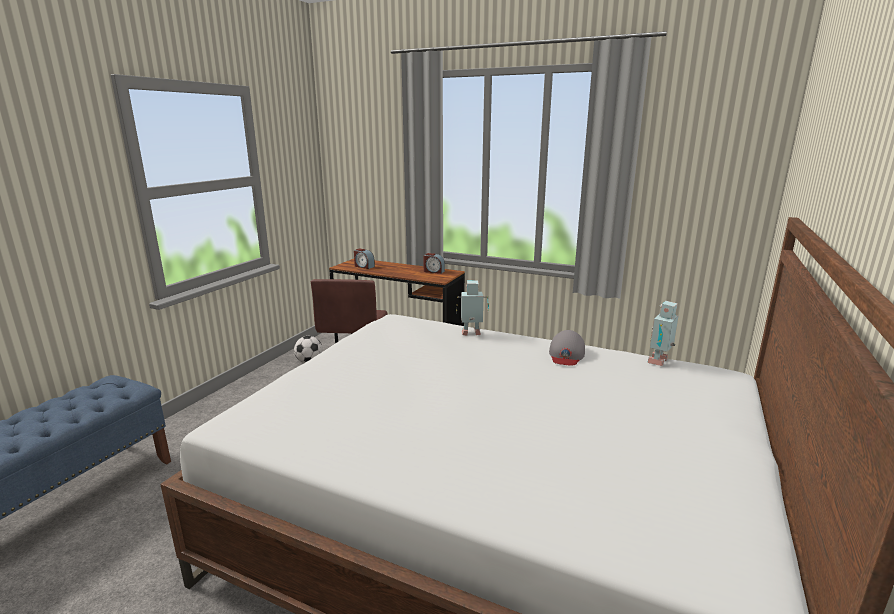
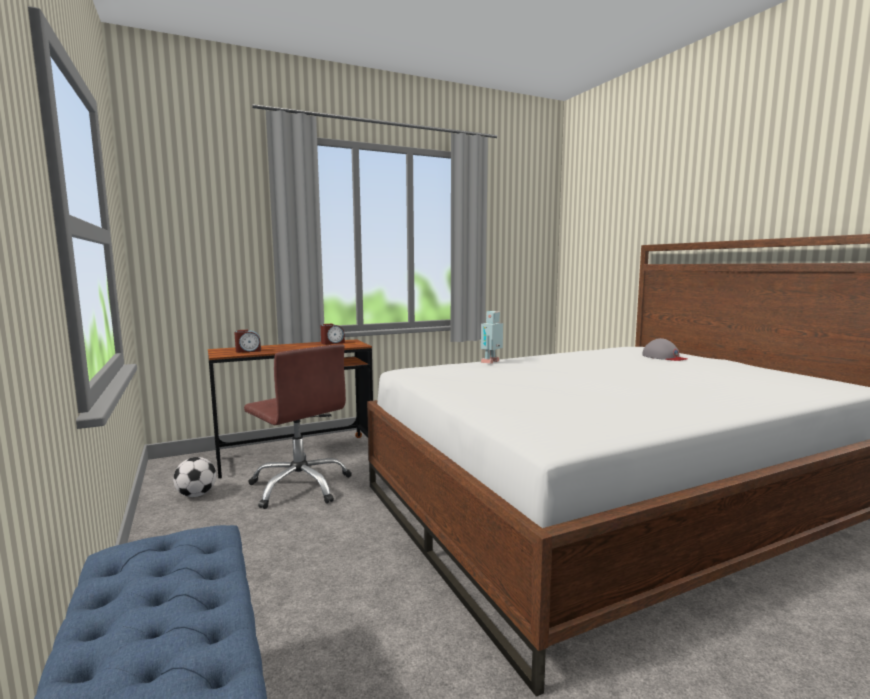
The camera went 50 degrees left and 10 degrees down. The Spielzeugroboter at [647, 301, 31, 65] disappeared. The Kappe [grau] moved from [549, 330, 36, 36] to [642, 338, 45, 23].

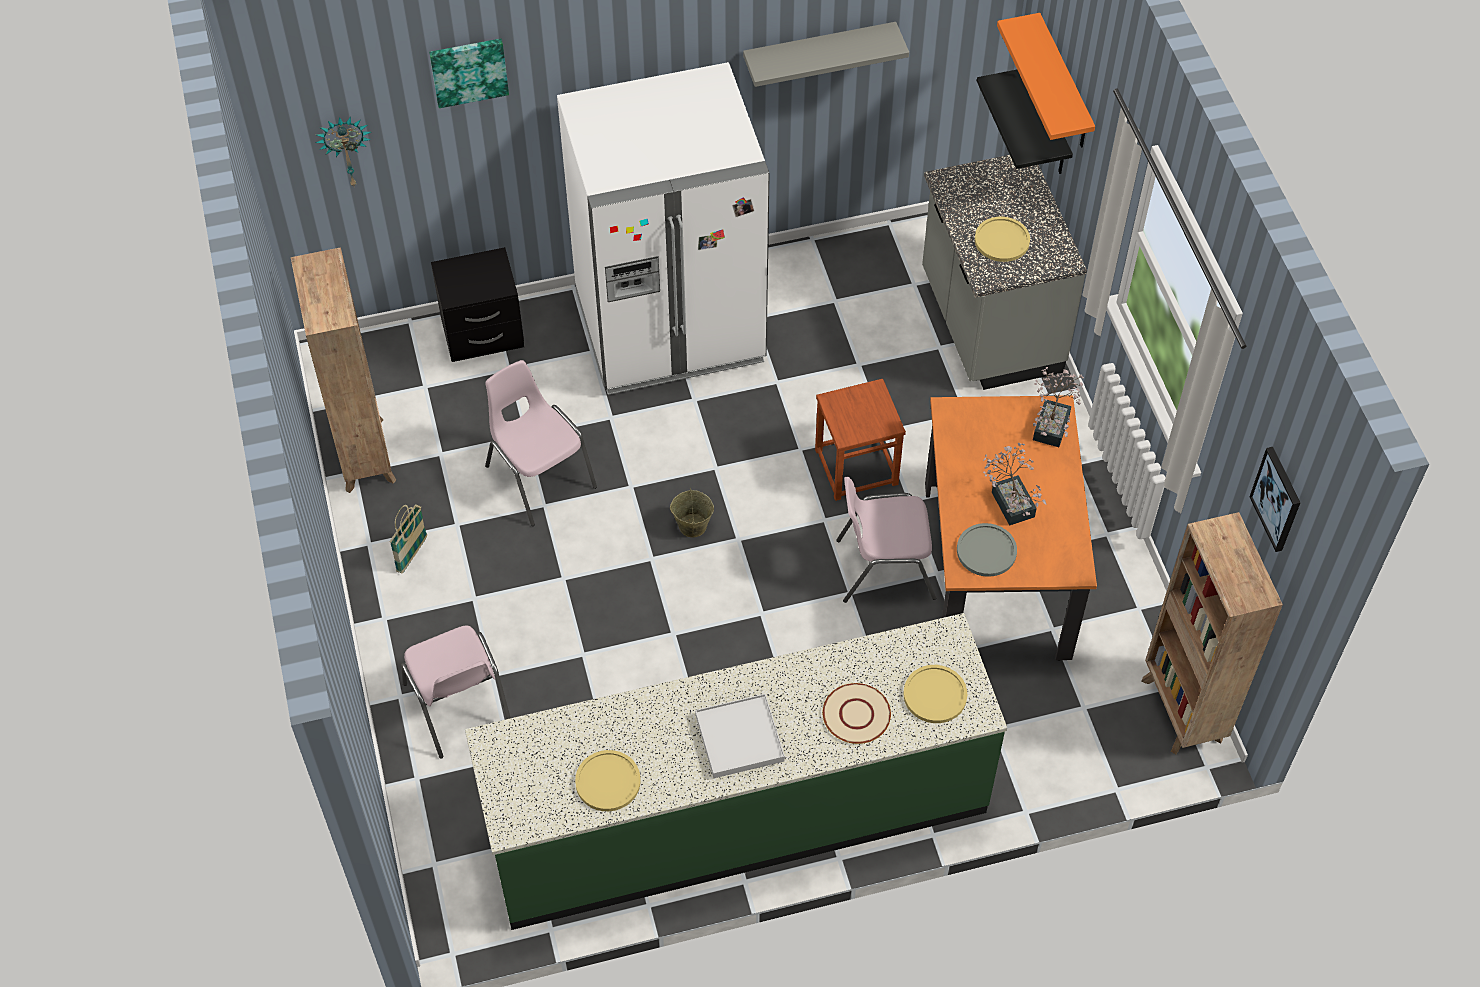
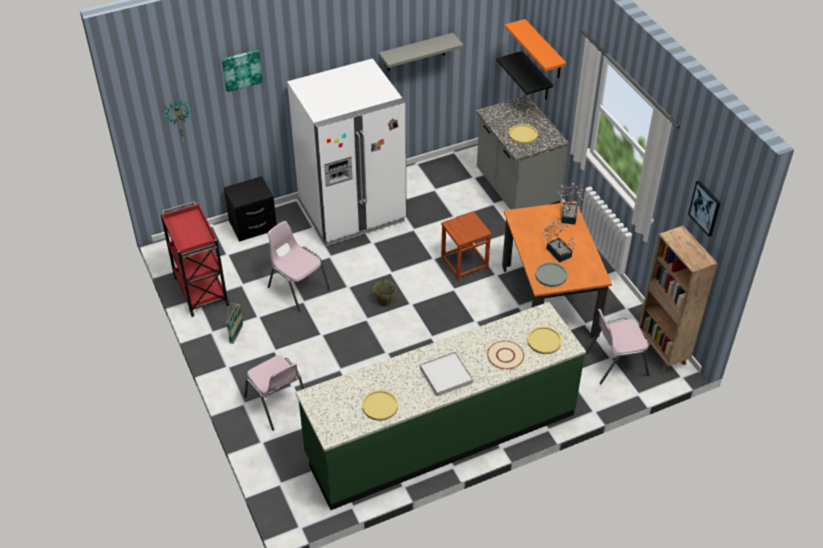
The camera went 10 degrees left and 10 degrees down. The Bücherregal [braun] at [291, 247, 105, 246] was replaced by the Rollwagen [rot] at [161, 201, 68, 116]. The Stuhl [rosa] moved from [836, 477, 100, 126] to [586, 309, 63, 75].

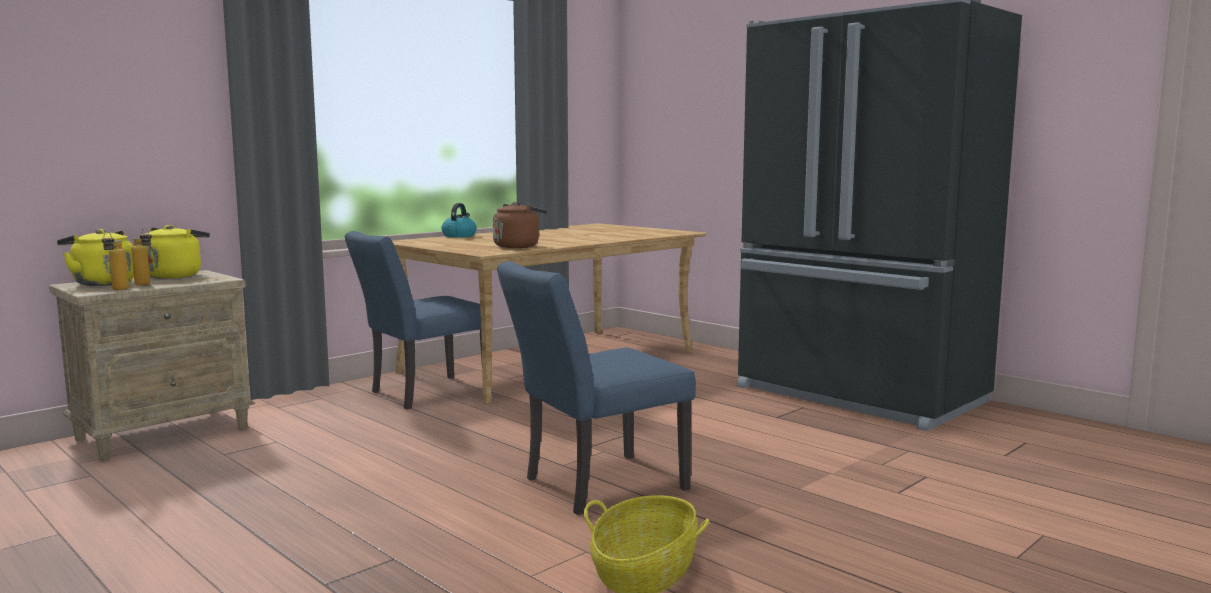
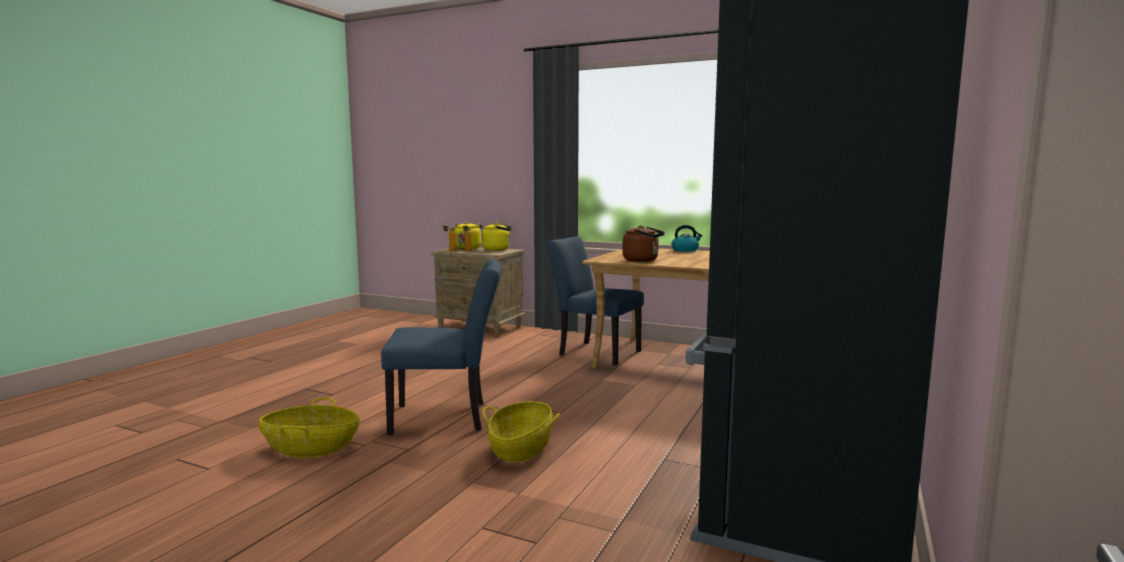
The camera went 70 degrees right and 0 degrees up. The Stuhl [blau] at [497, 261, 199, 254] turned 135 degrees clockwise. The Korb at [482, 402, 78, 60] appeared.

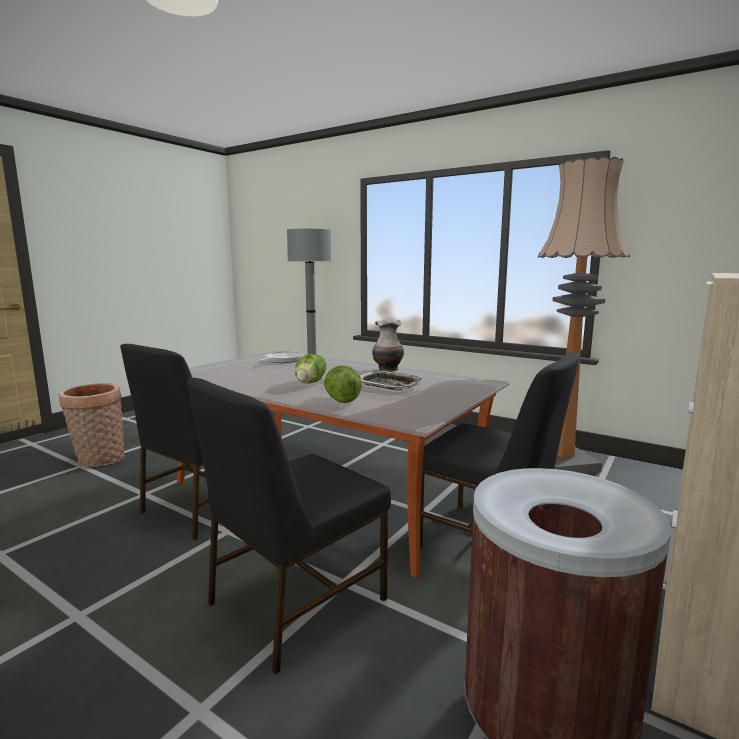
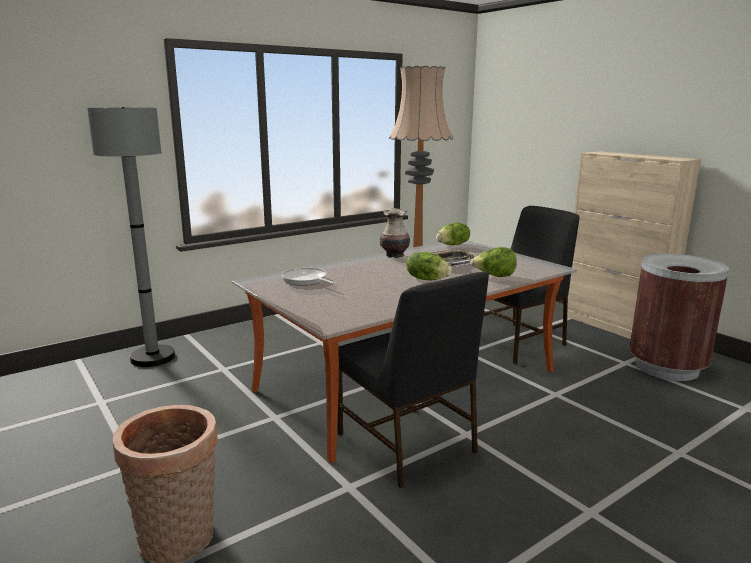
The camera went 70 degrees left and 5 degrees up. The Stuhl [schwarz] at [187, 378, 204, 296] disappeared. The Salatkopf at [436, 223, 34, 22] appeared.

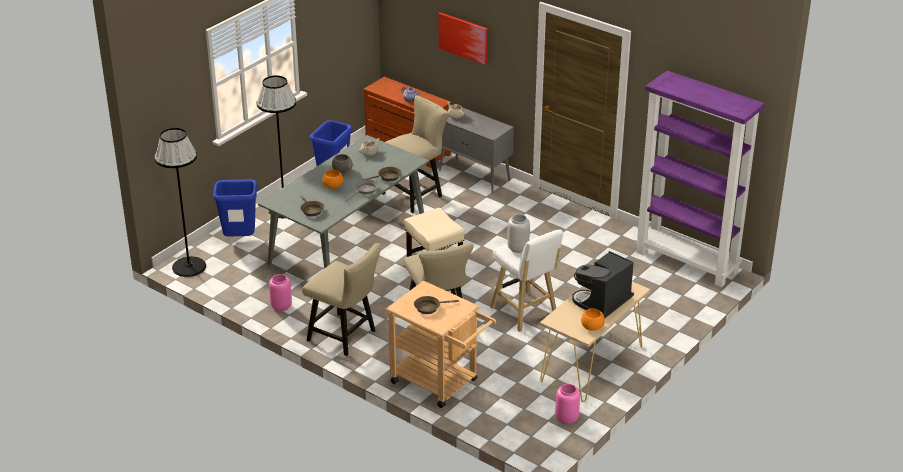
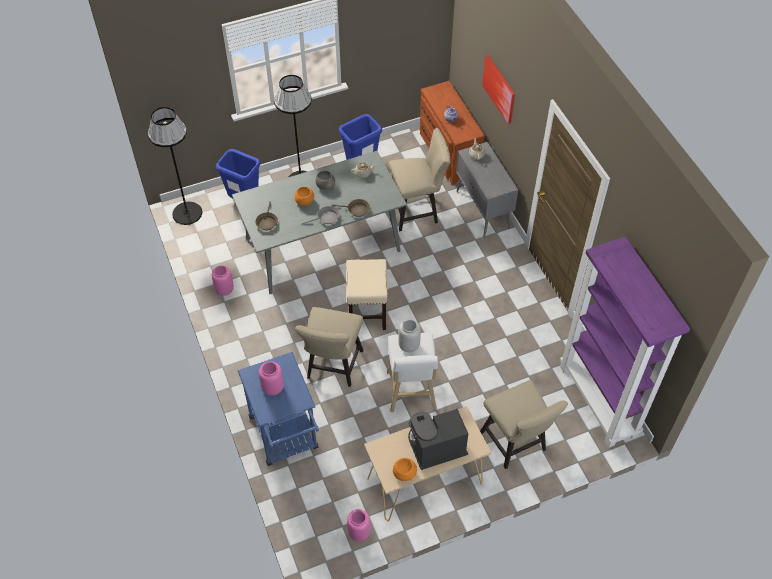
The camera went 30 degrees right and 20 degrees up. The Stuhl [beige] moved from [302, 243, 79, 113] to [480, 380, 88, 89]. The Rollwagen [beige] at [385, 280, 111, 128] became the Rollwagen [blau] at [238, 352, 81, 114]. The Pfanne [braun] at [414, 296, 45, 18] was replaced by the Vase [rosa] at [259, 361, 25, 34].

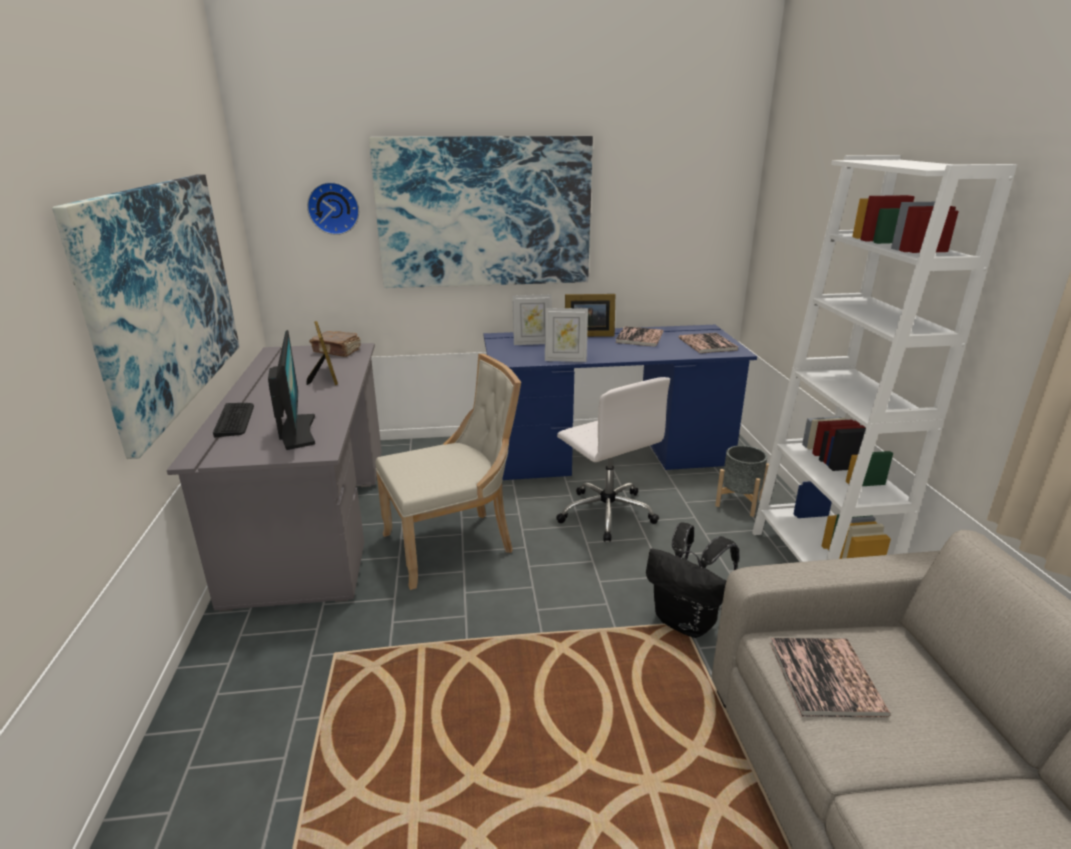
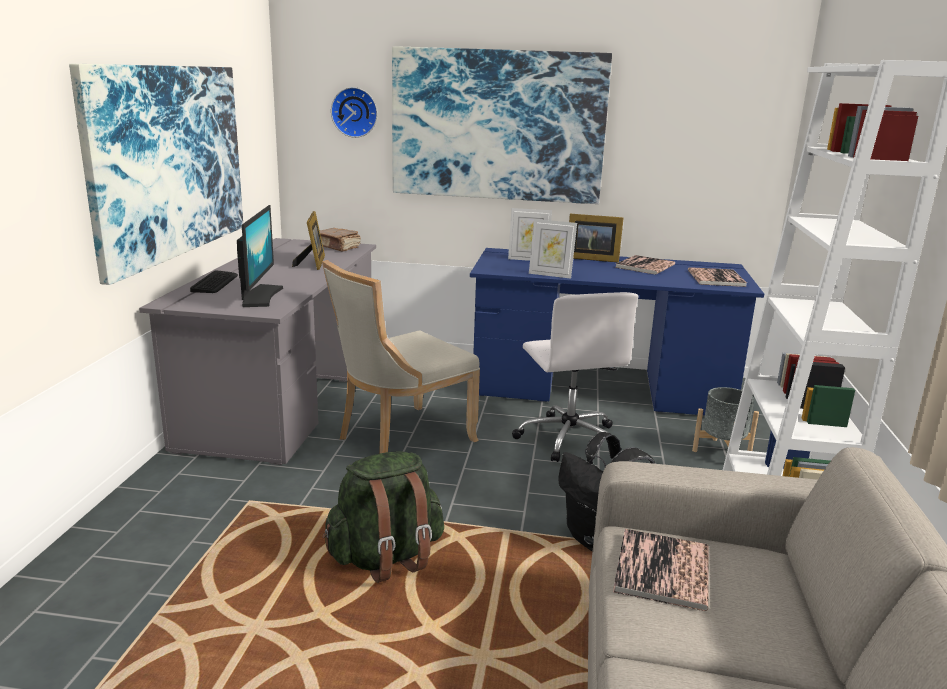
The camera went 15 degrees right and 5 degrees down. The Stuhl [beige] at [376, 354, 145, 236] turned 150 degrees clockwise. The Rucksack [grün] at [322, 451, 122, 132] appeared.

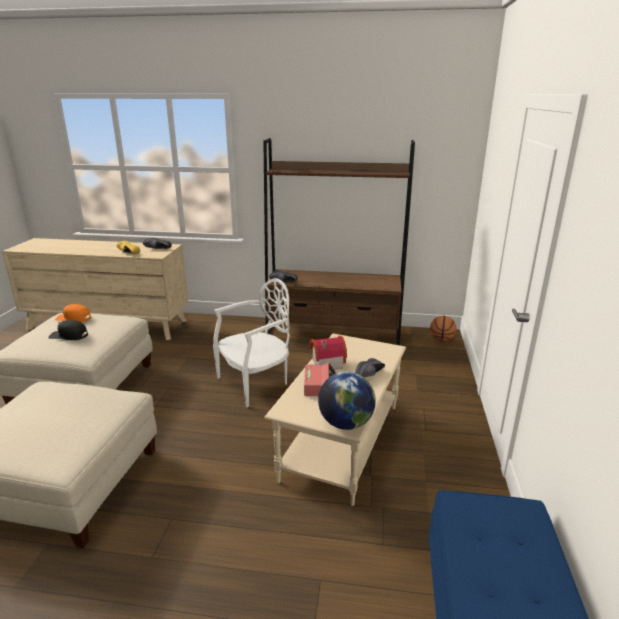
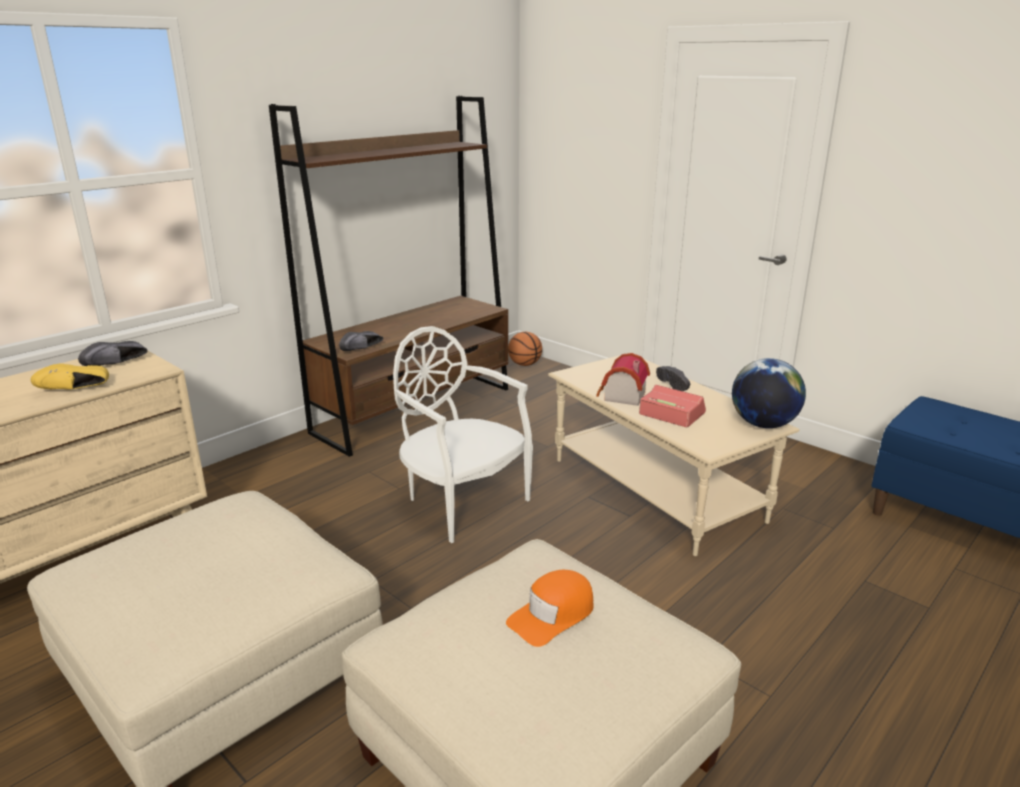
The camera went 55 degrees left and 0 degrees up. The Stuhl [weiß] at [213, 278, 77, 130] turned 45 degrees counterclockwise. The Kappe [orange] moved from [55, 304, 36, 18] to [506, 570, 88, 77]. The Kappe [schwarz] at [48, 320, 40, 20] disappeared.

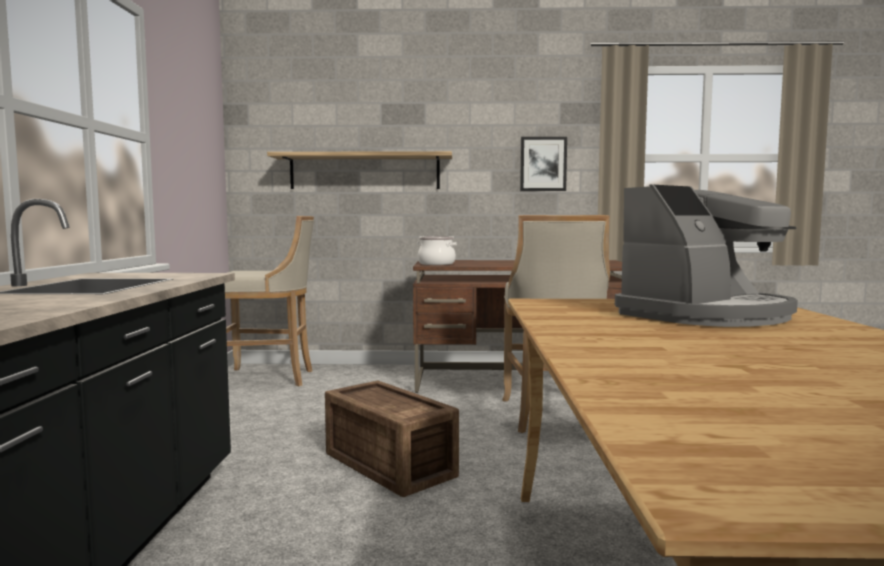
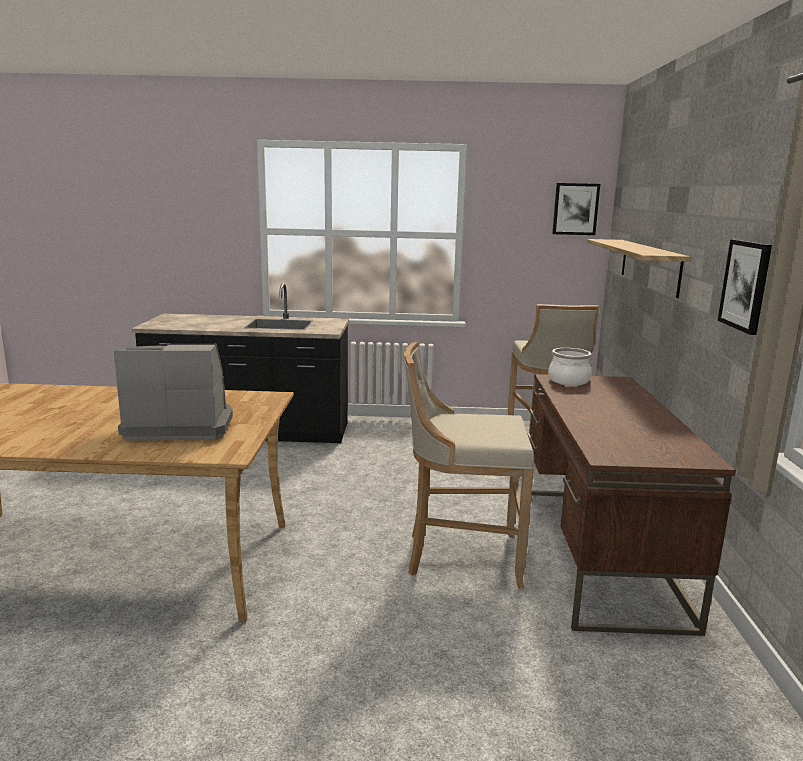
The camera went 90 degrees right and 10 degrees up. The Kaffeemaschine at [615, 185, 183, 142] turned 120 degrees clockwise. The Kiste at [325, 381, 134, 116] disappeared. The Bild at [552, 183, 48, 52] appeared.

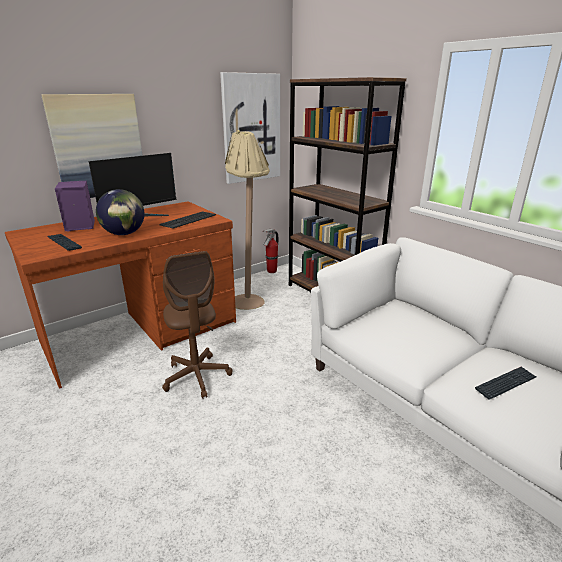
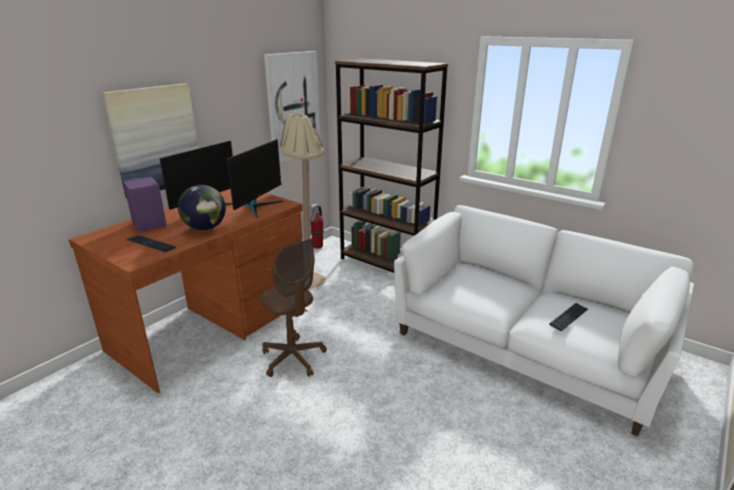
The camera went 15 degrees left and 0 degrees up. The Tastatur at [160, 211, 56, 18] was replaced by the Monitor at [227, 139, 57, 79].

